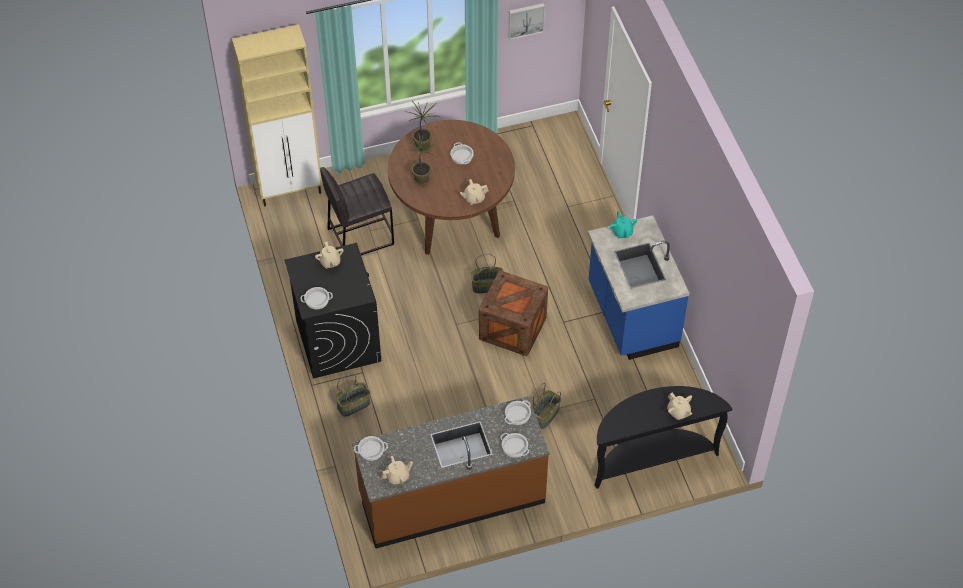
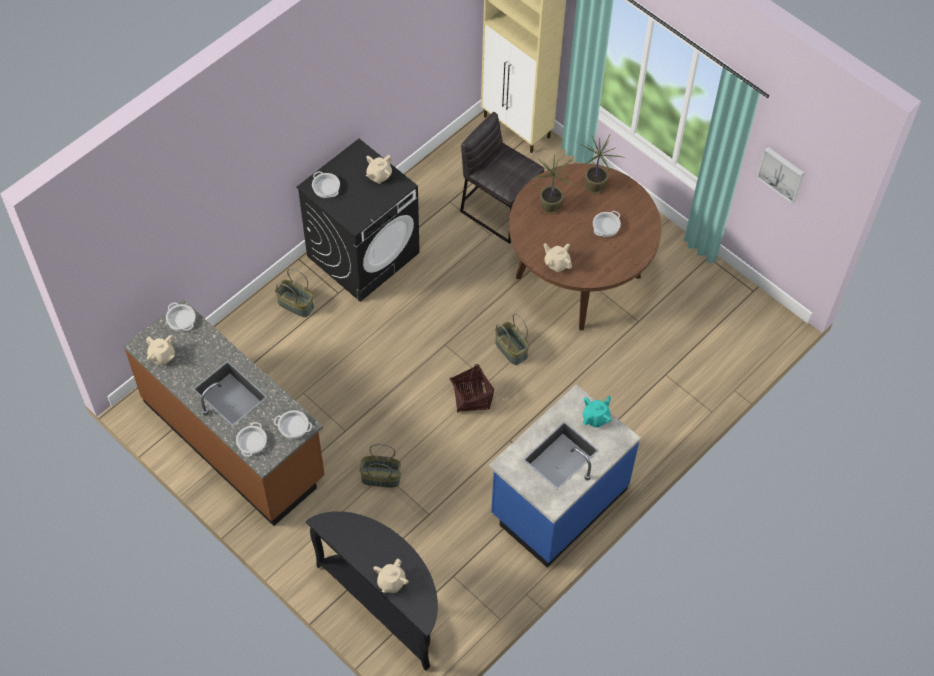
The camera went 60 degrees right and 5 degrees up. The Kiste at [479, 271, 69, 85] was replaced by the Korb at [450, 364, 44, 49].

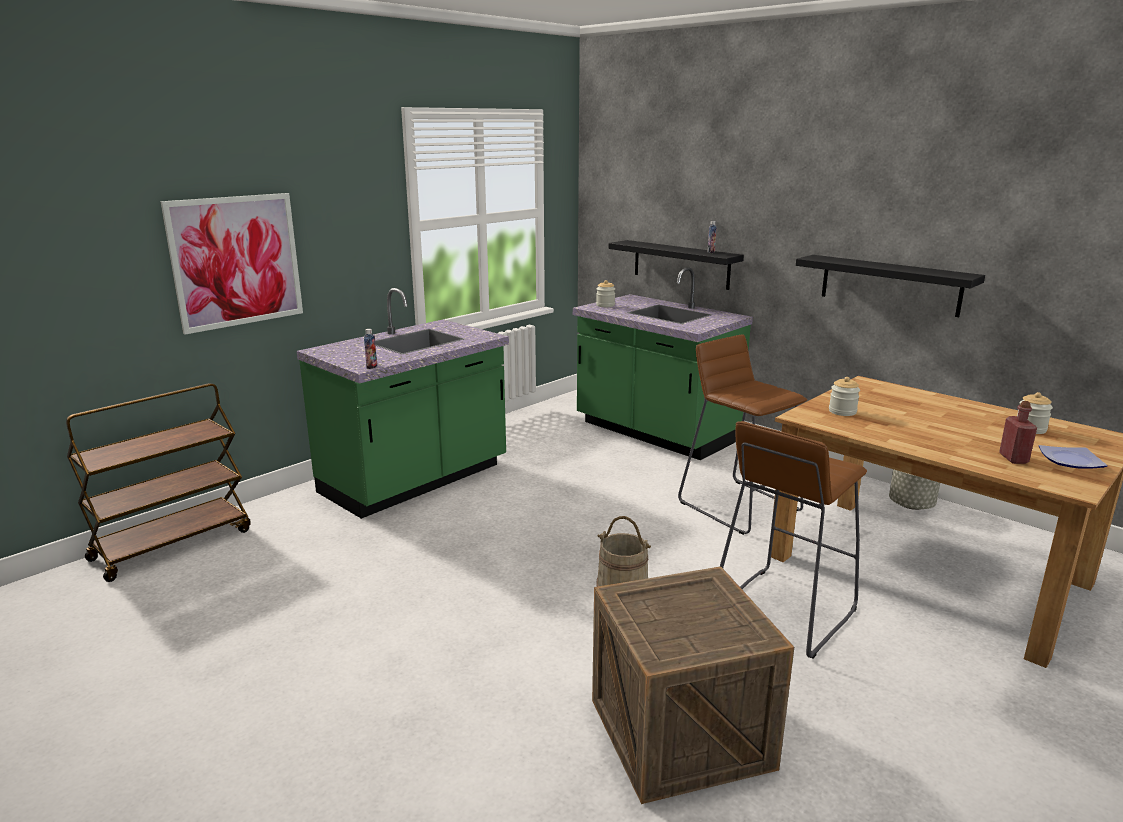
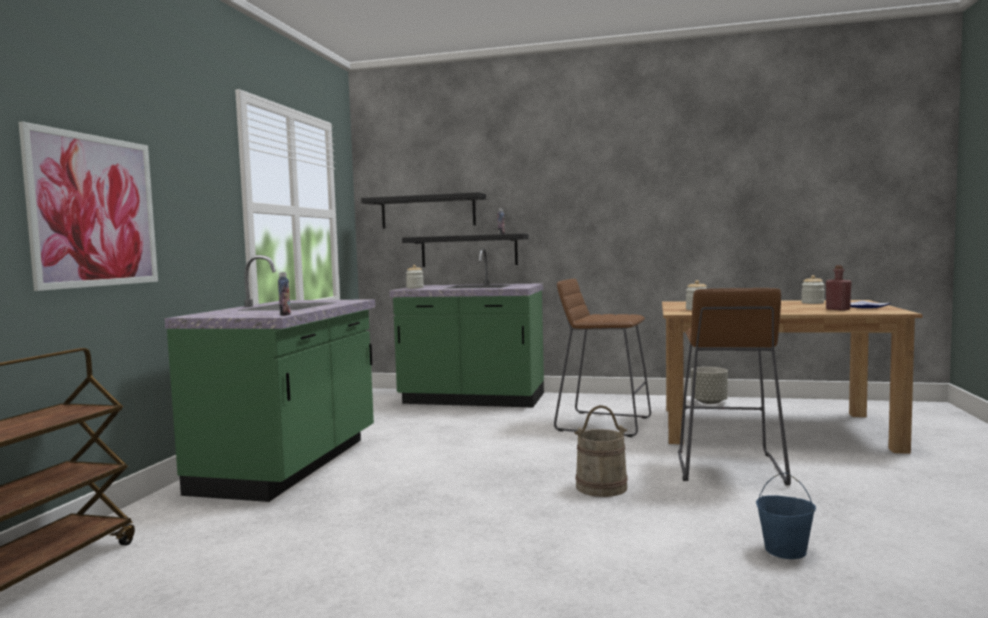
The camera went 30 degrees left and 15 degrees down. The Wandregal [schwarz] moved from [796, 255, 189, 62] to [361, 192, 125, 37]. The Kiste at [592, 566, 202, 238] was replaced by the Eimer [blau] at [756, 472, 60, 87].

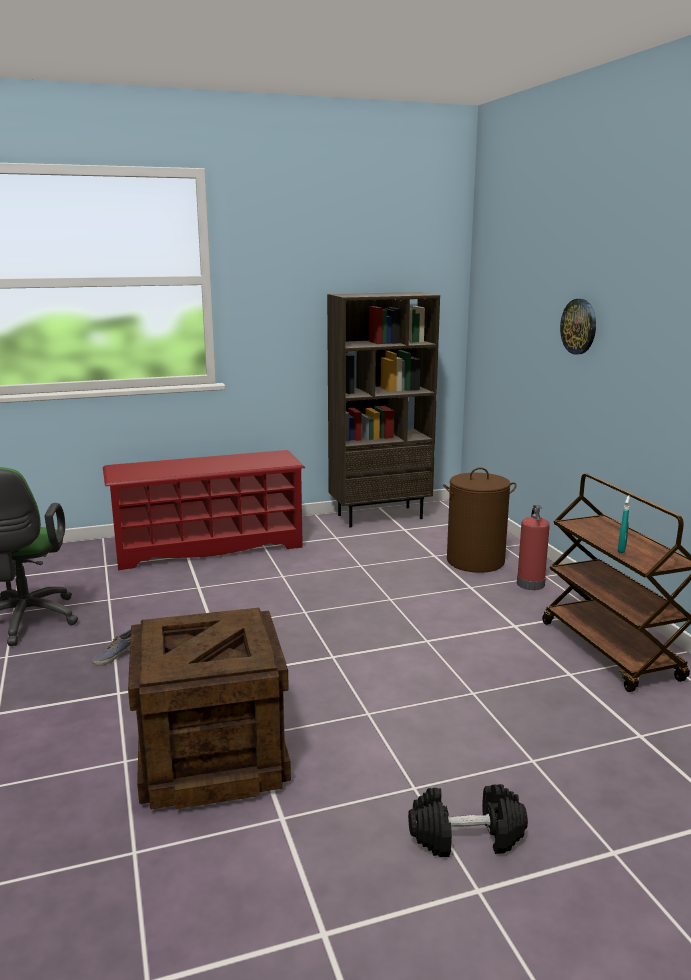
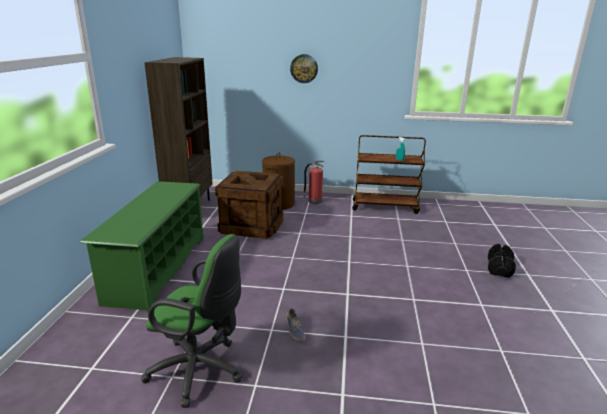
The camera went 65 degrees left and 5 degrees up. The Schuhregal [rot] at [103, 450, 202, 120] became the Schuhregal [grün] at [80, 181, 123, 131]. The Kiste moved from [128, 608, 163, 201] to [215, 171, 68, 68].

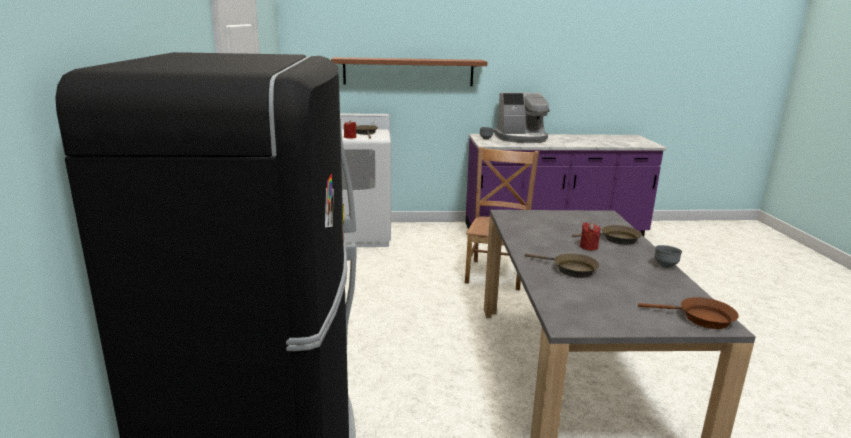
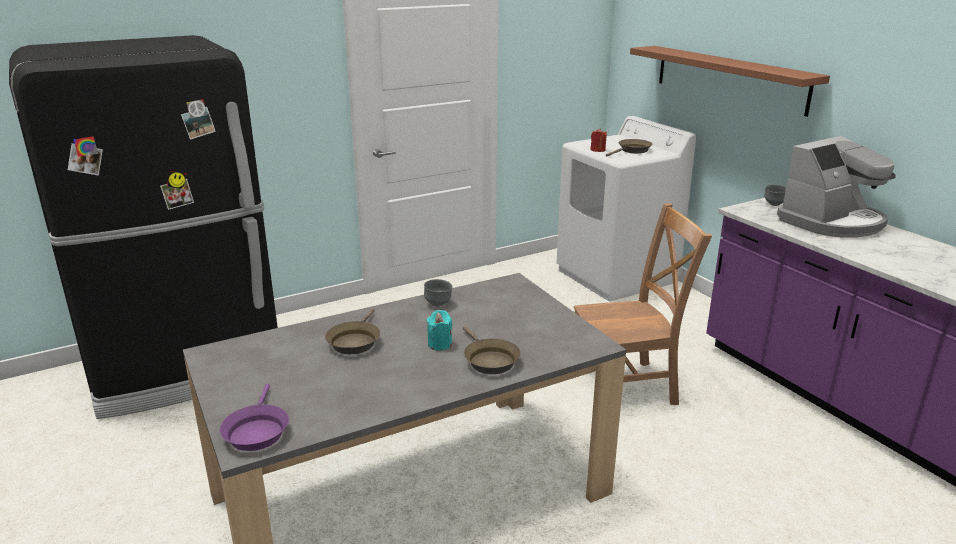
The camera went 65 degrees right and 5 degrees up. The Kaffeemaschine at [494, 93, 56, 50] turned 90 degrees counterclockwise. The Kerze [rot] at [580, 222, 21, 29] became the Kerze [türkis] at [427, 310, 25, 40]. The Schüssel [grau] moved from [654, 245, 28, 23] to [424, 279, 28, 28]. The Pfanne [braun] at [638, 297, 101, 32] became the Pfanne [lila] at [220, 384, 69, 67].

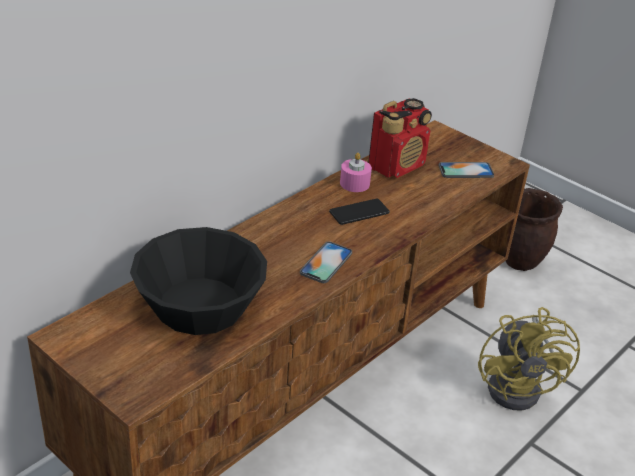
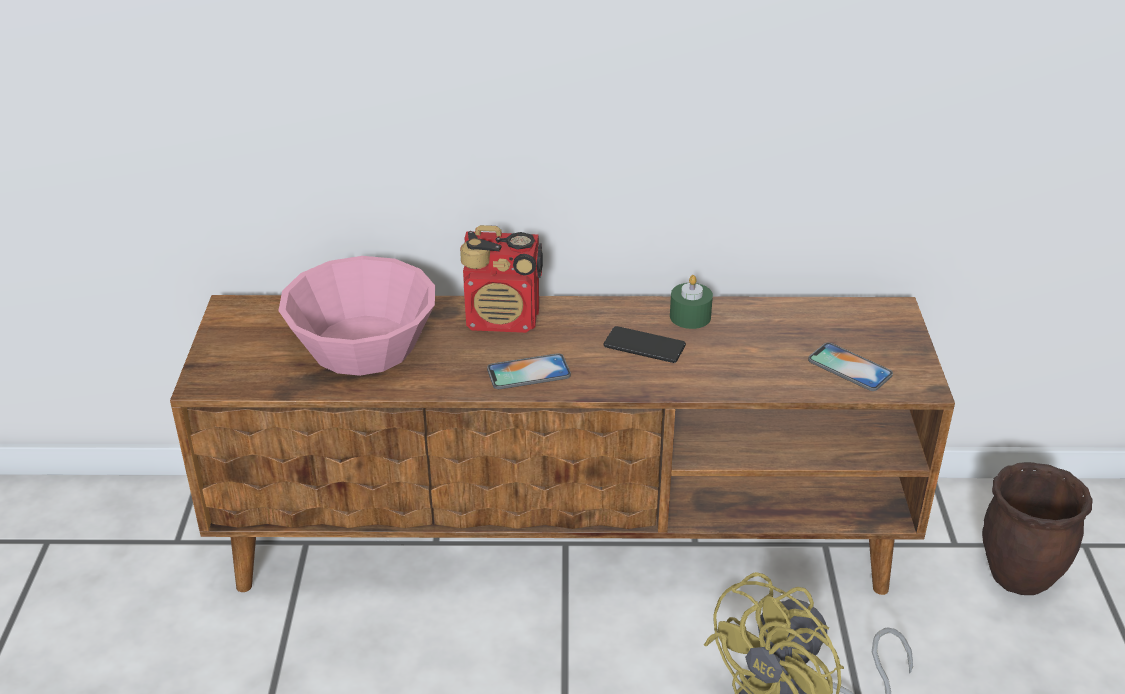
The camera went 50 degrees right and 0 degrees up. The Radio moved from [368, 98, 64, 80] to [460, 225, 83, 108]. The Kerze [rosa] at [340, 153, 32, 39] became the Kerze [grün] at [670, 275, 43, 54]. The Schüssel [schwarz] at [130, 227, 137, 108] became the Schüssel [rosa] at [278, 256, 157, 120].

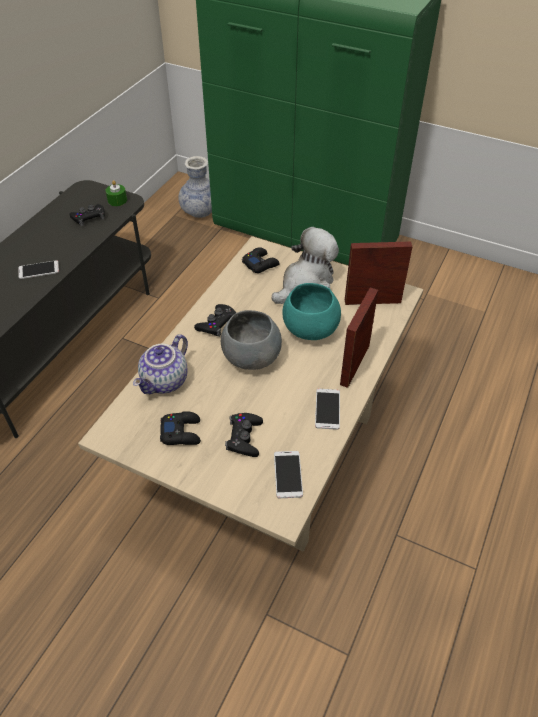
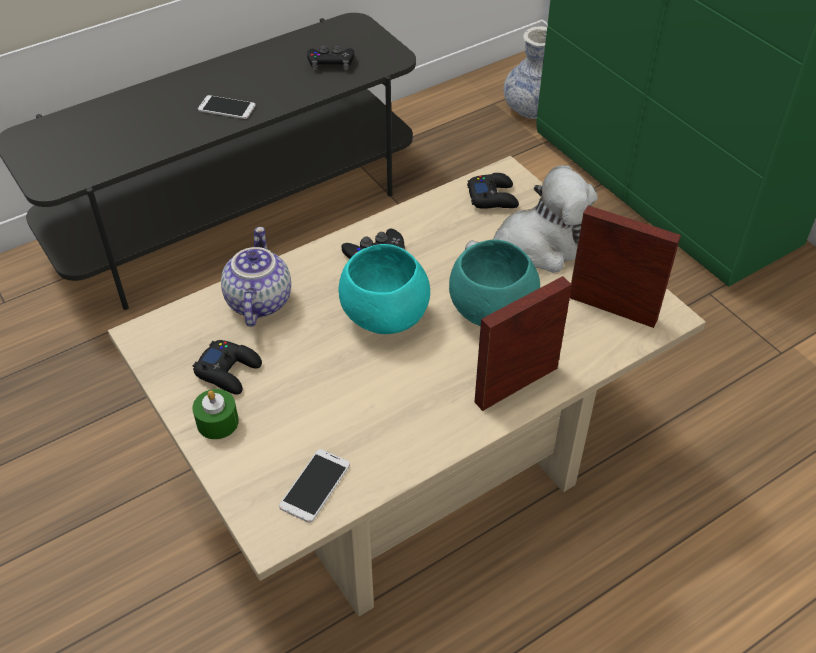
The camera went 30 degrees right and 0 degrees up. The Kerze [grün] moved from [106, 180, 21, 26] to [192, 389, 47, 50]. The Schüssel [grau] at [221, 310, 61, 60] became the Schüssel [türkis] at [338, 244, 92, 90]. The Teekanne at [133, 334, 55, 60] turned 120 degrees clockwise. The Handy at [315, 389, 25, 41] disappeared. The Gamepad [schwarz] at [225, 413, 38, 44] disappeared.

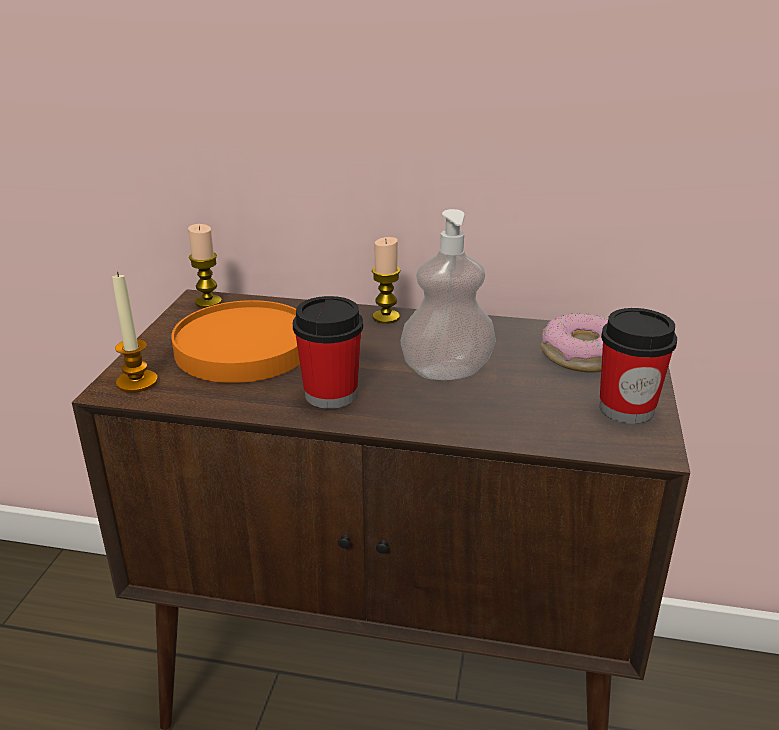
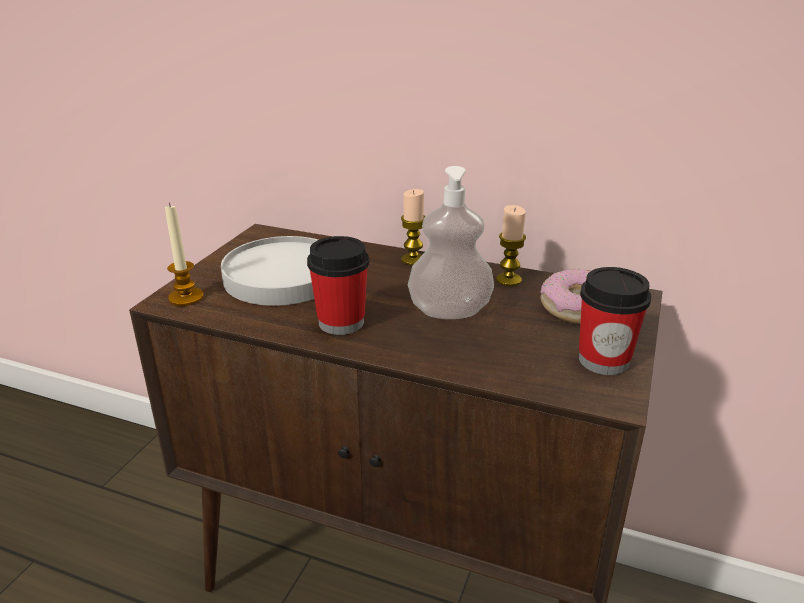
The camera went 10 degrees right and 0 degrees up. The Kerze moved from [188, 224, 34, 84] to [496, 205, 30, 81]. The Teller [orange] at [171, 300, 129, 83] became the Teller [weiß] at [221, 236, 97, 70].

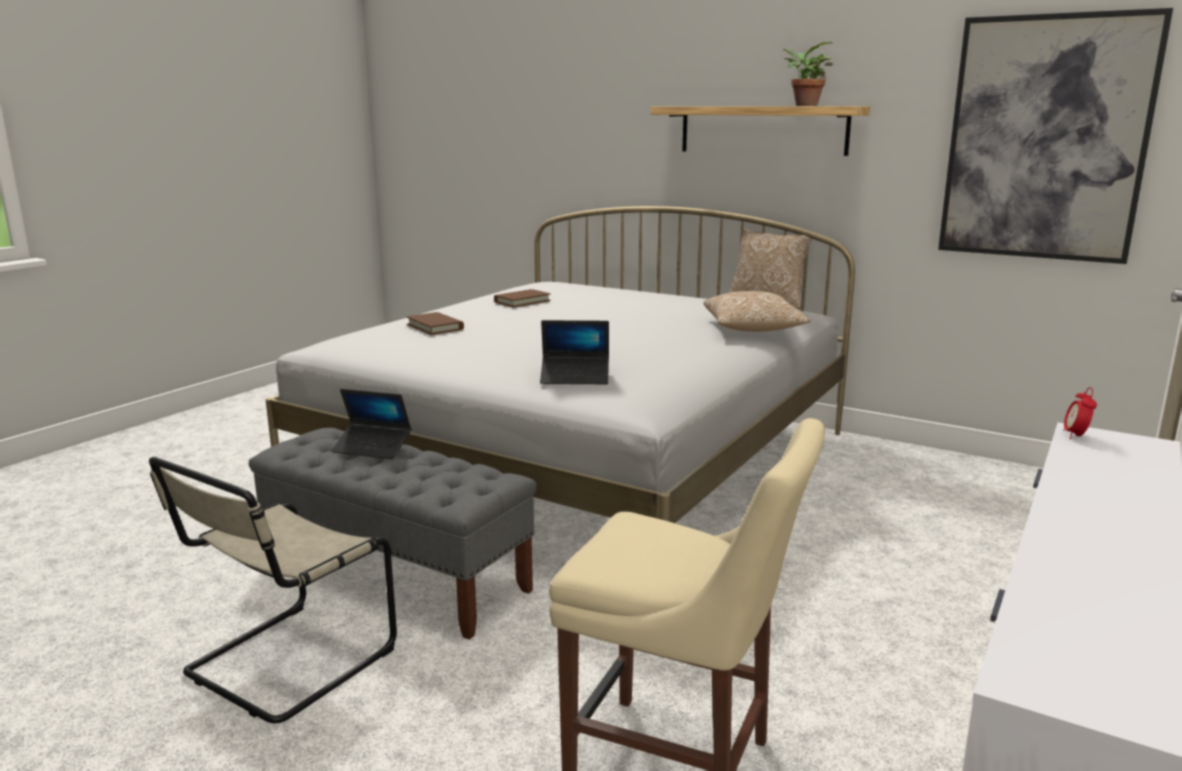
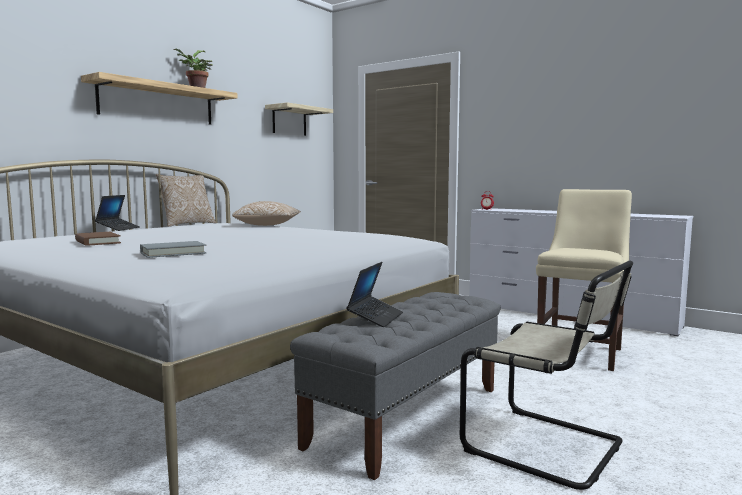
The camera went 85 degrees left and 10 degrees down. The Bild at [938, 8, 235, 256] was replaced by the Wandregal at [265, 102, 68, 34]. The Buch [braun] at [406, 312, 58, 23] became the Buch [grau] at [140, 241, 67, 17]. The Laptop moved from [540, 320, 69, 64] to [95, 195, 45, 36].

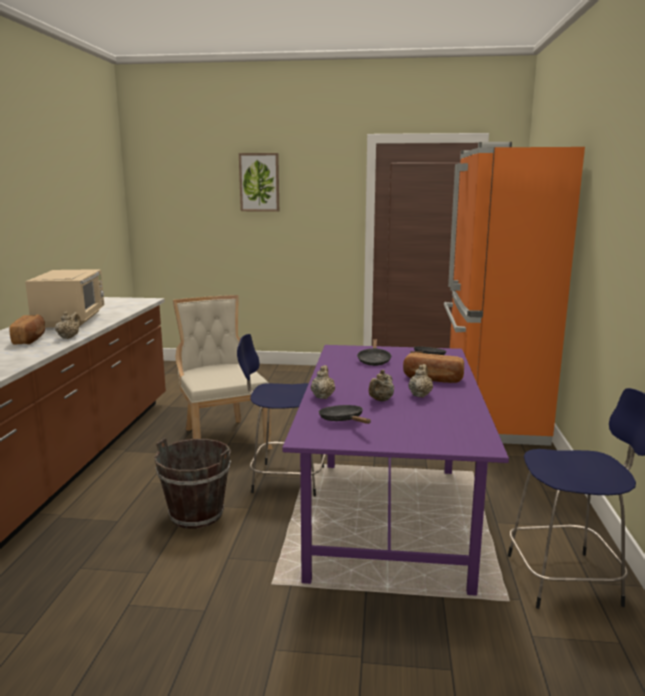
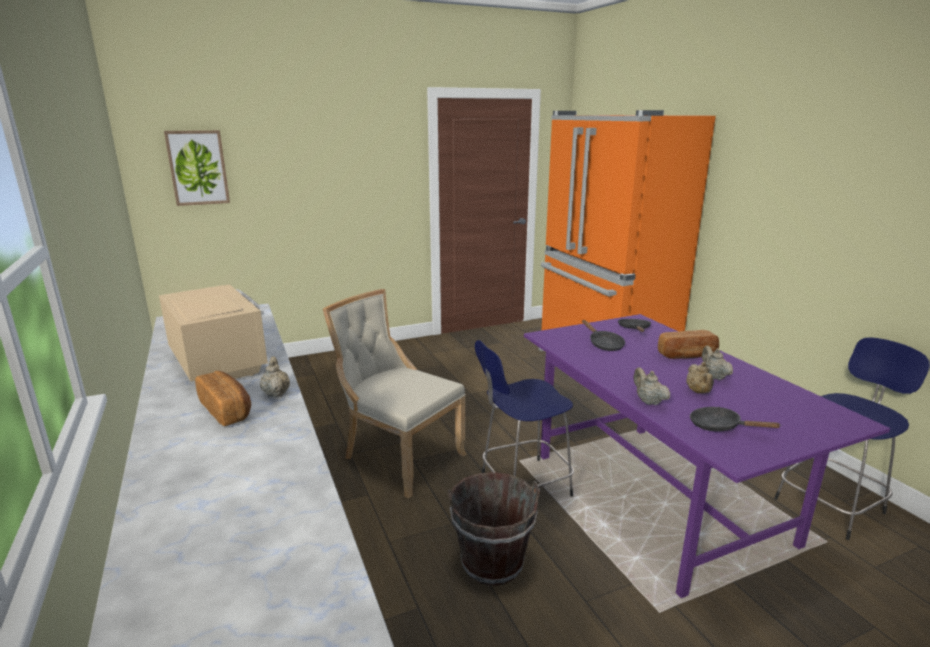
The camera went 30 degrees left and 5 degrees up. The Bild moved from [239, 153, 40, 59] to [164, 130, 66, 76].

